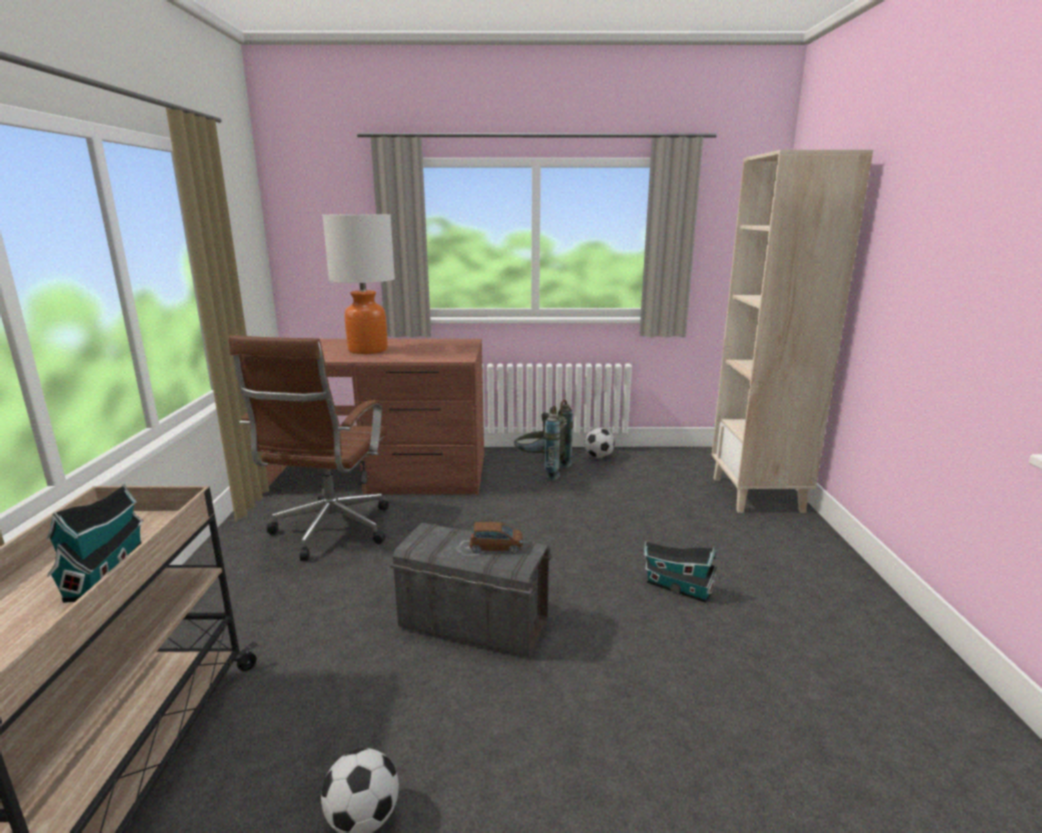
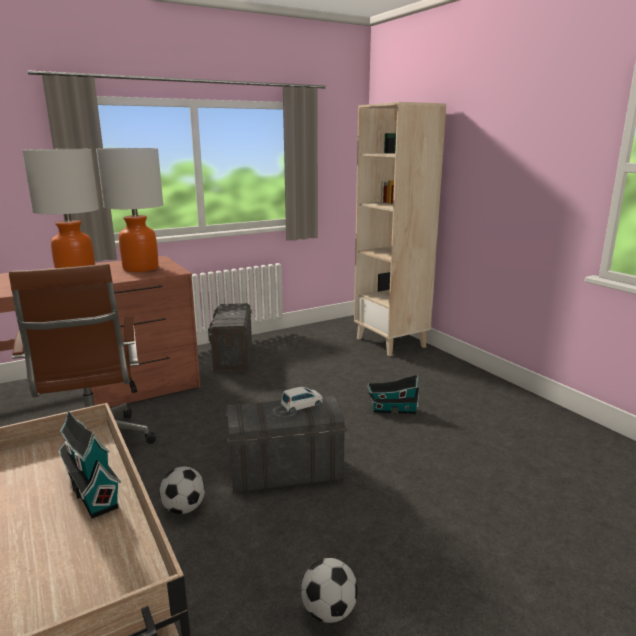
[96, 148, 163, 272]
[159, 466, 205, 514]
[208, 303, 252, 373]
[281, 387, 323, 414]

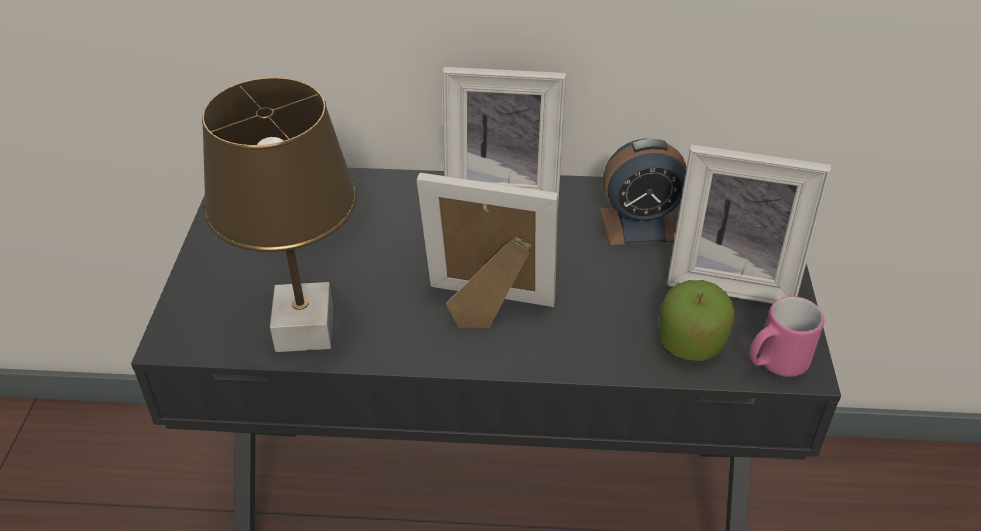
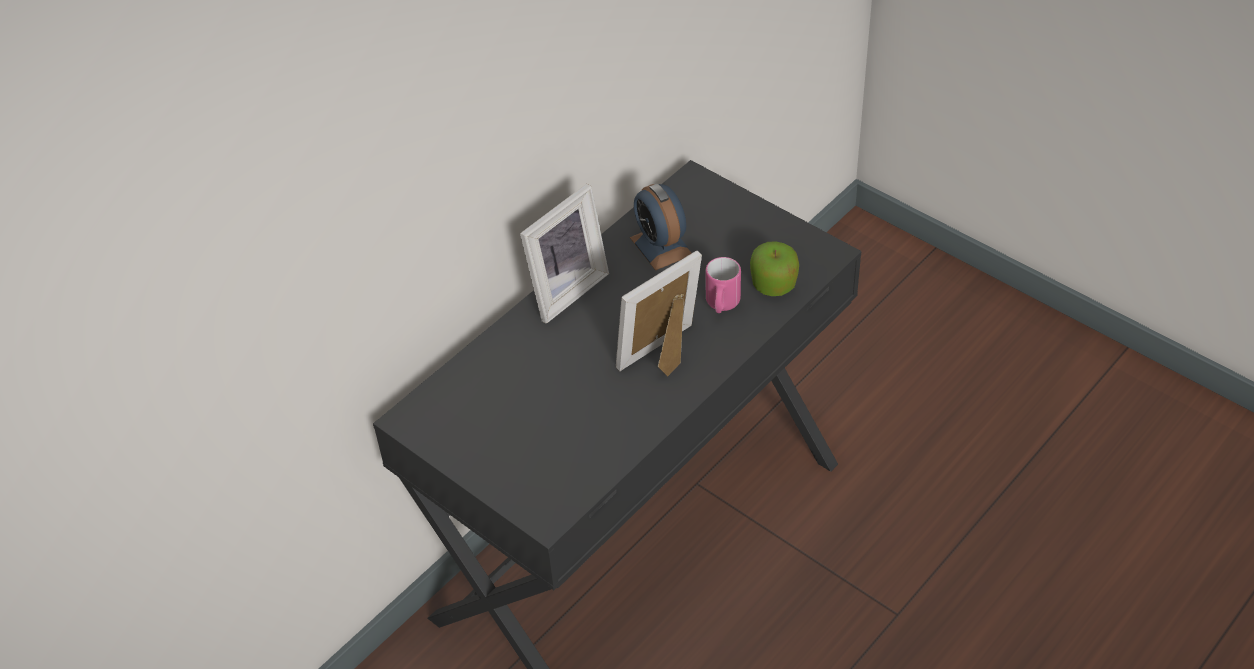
[630, 184, 691, 271]
[705, 257, 741, 313]
[202, 78, 357, 352] (first image)
[667, 144, 831, 304] (first image)

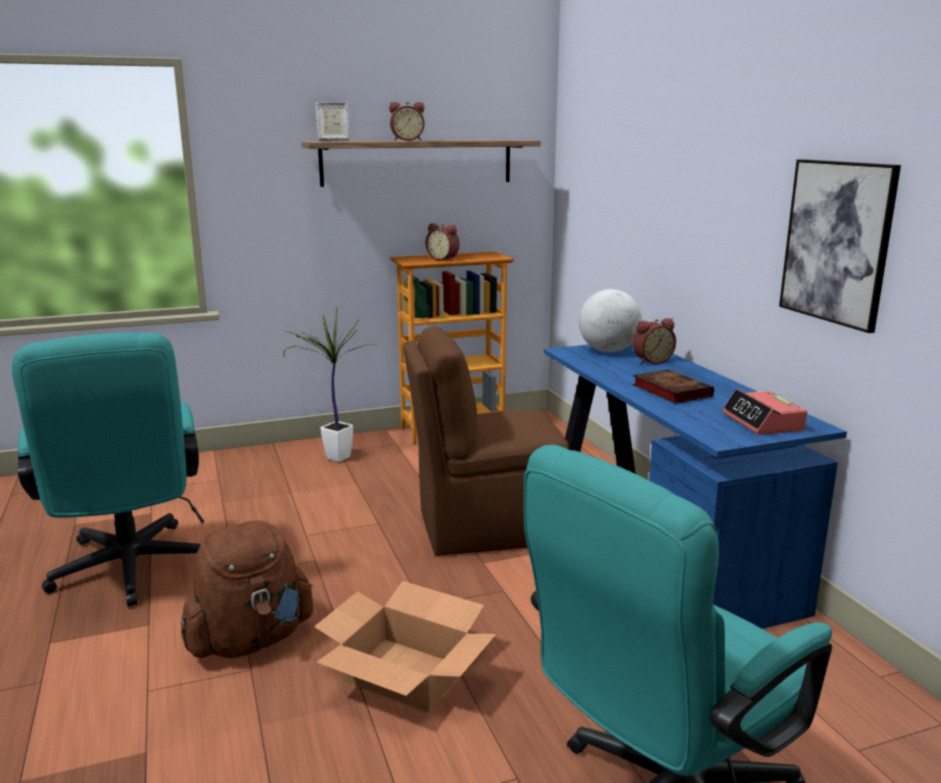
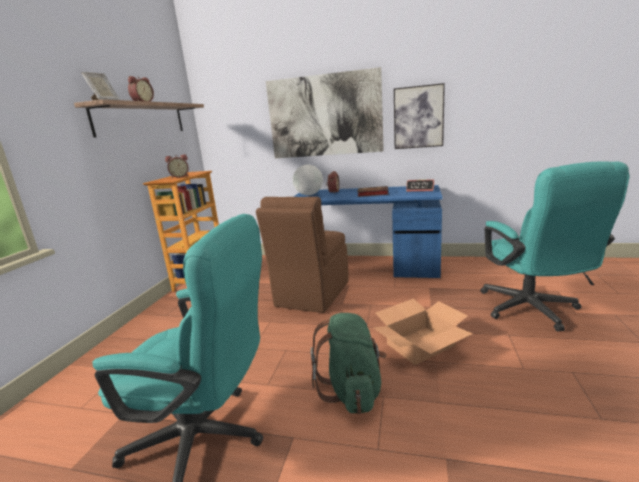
[266, 67, 384, 158]
[311, 313, 386, 414]
[283, 307, 377, 462] (first image)

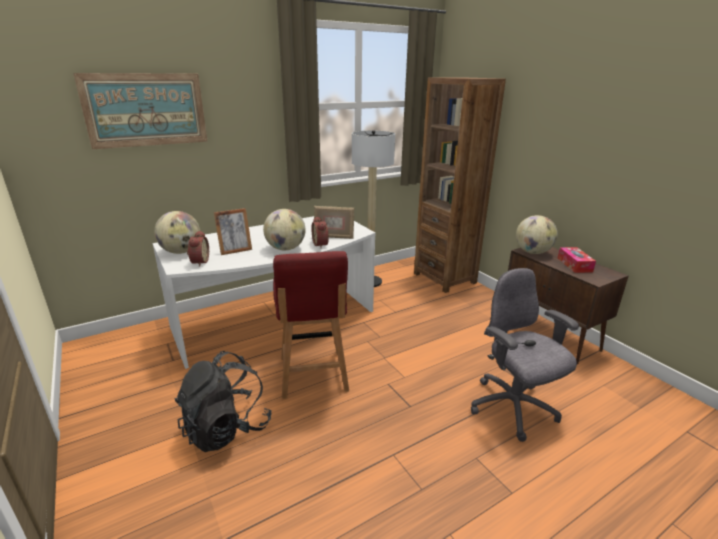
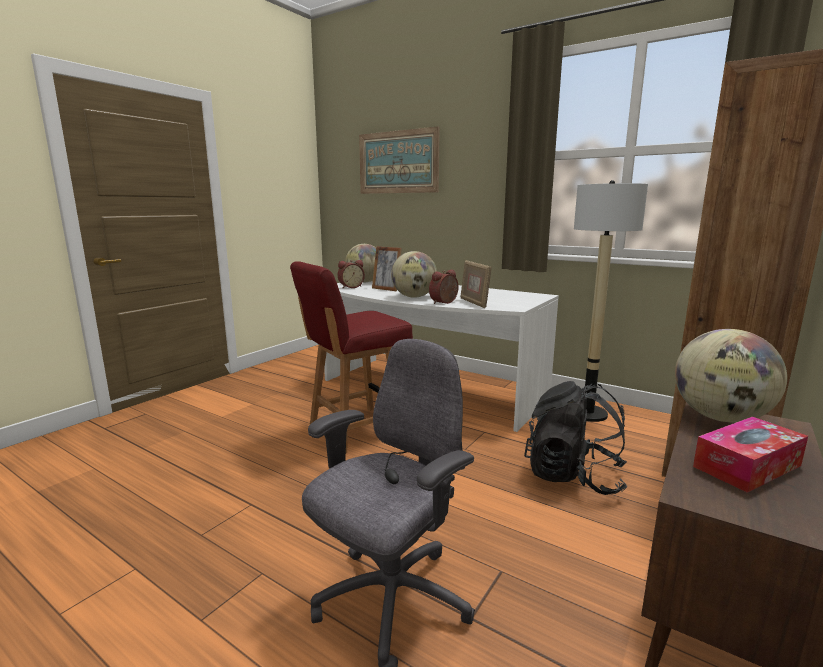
[524, 381, 627, 495]

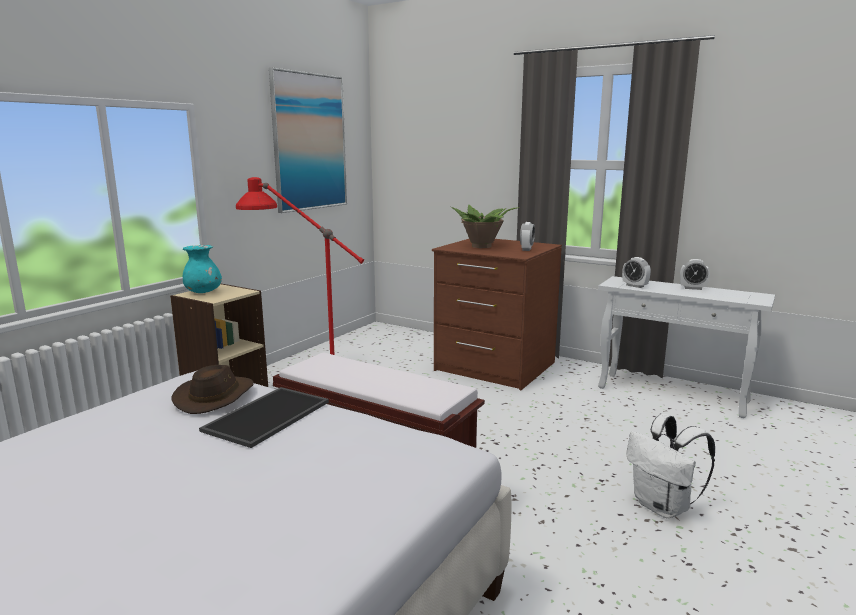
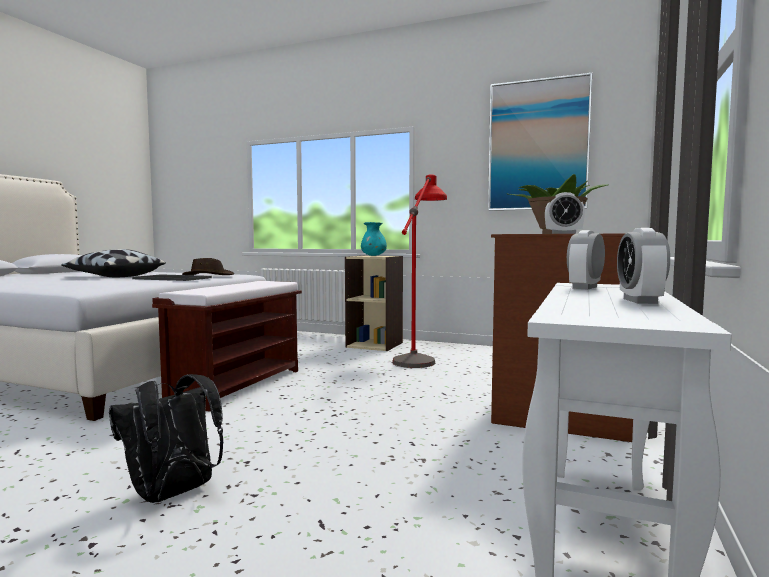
[61, 249, 166, 277]
[109, 374, 223, 503]

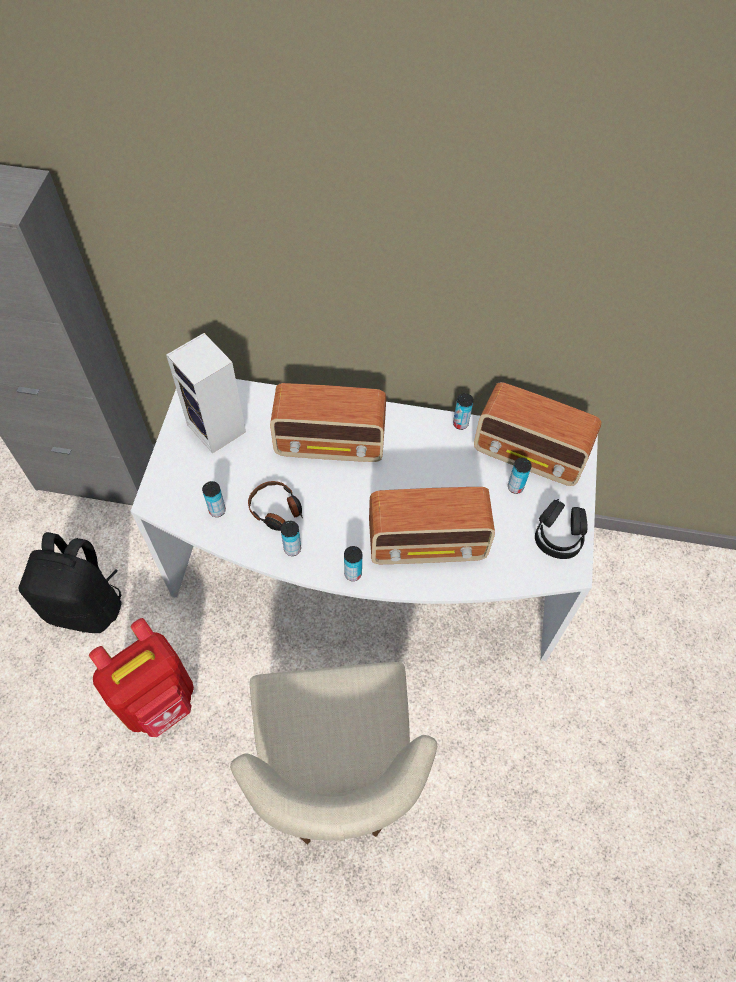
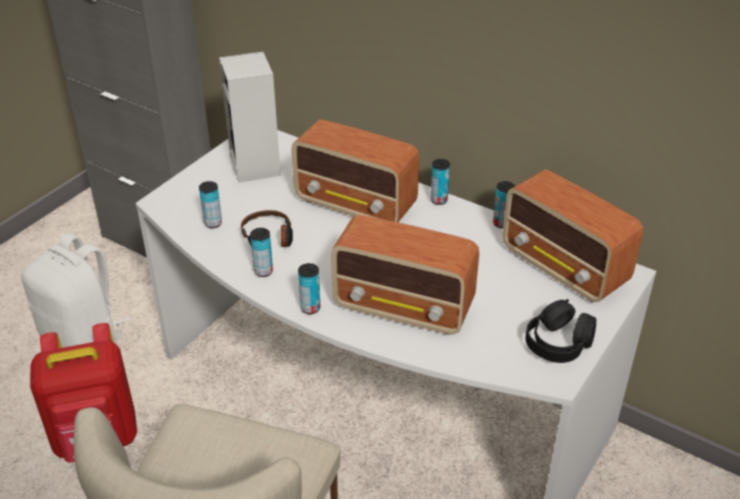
[21, 233, 131, 348]
[430, 159, 450, 205]

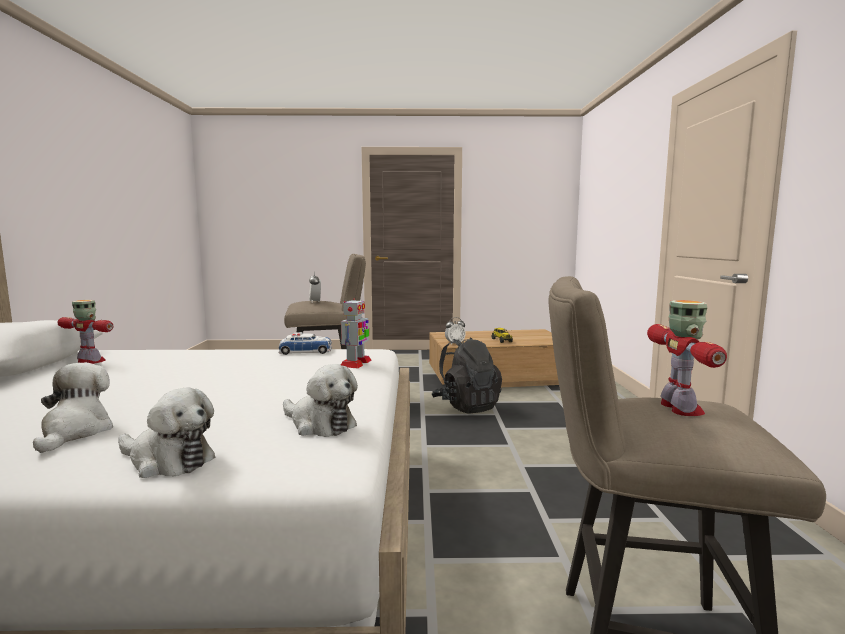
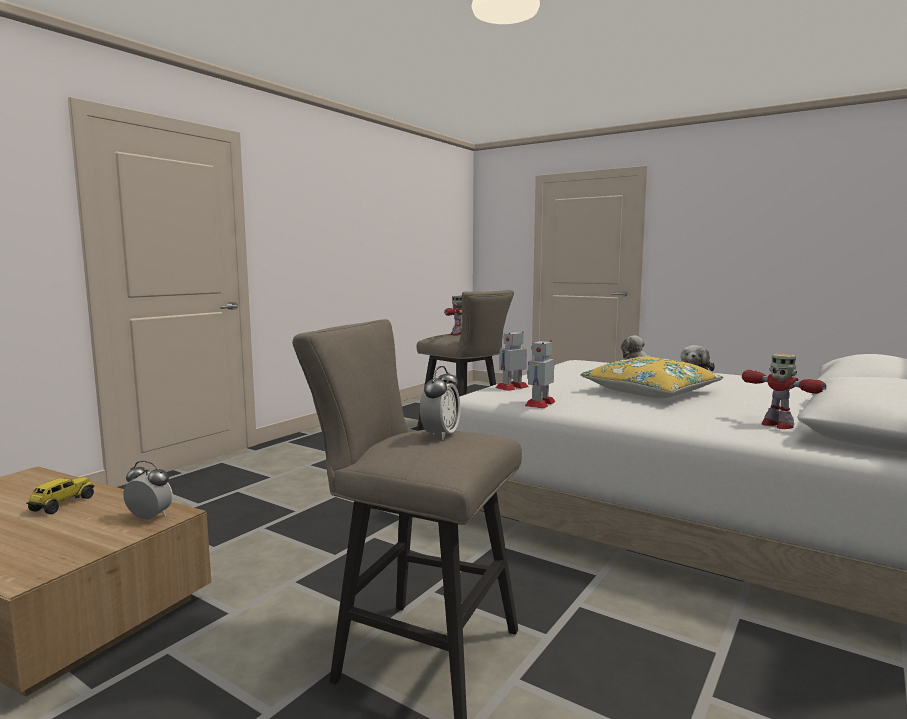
[525, 340, 556, 408]
[580, 357, 723, 398]
[283, 364, 358, 437] (first image)
[432, 338, 502, 414] (first image)

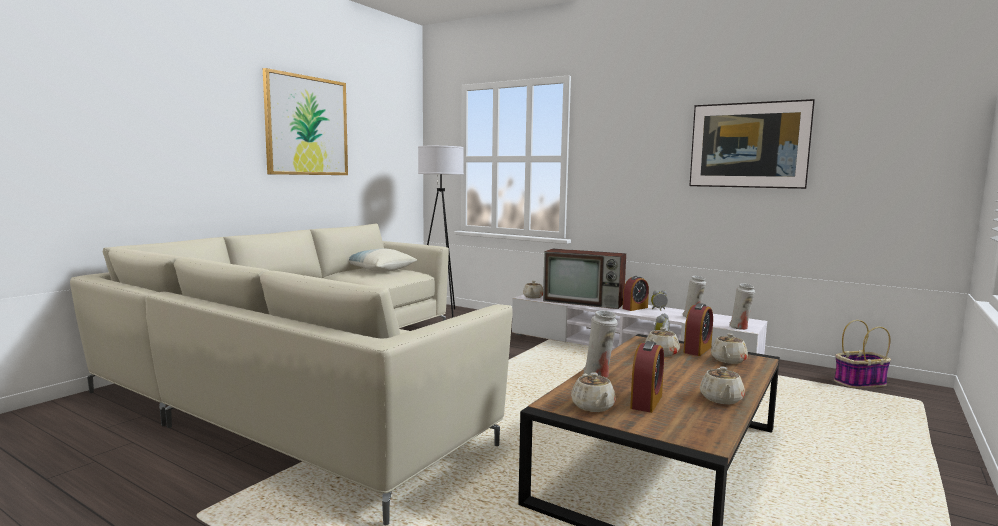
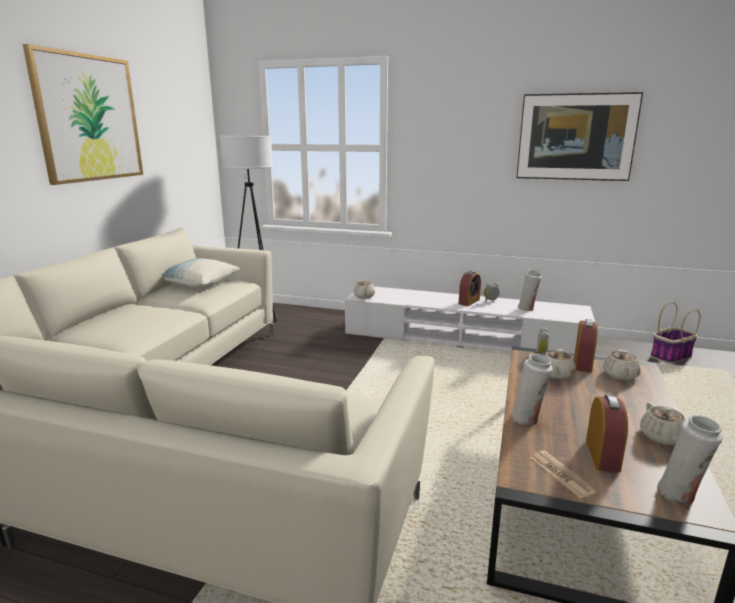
[530, 451, 597, 499]
[658, 415, 722, 504]
[543, 249, 626, 309] (first image)

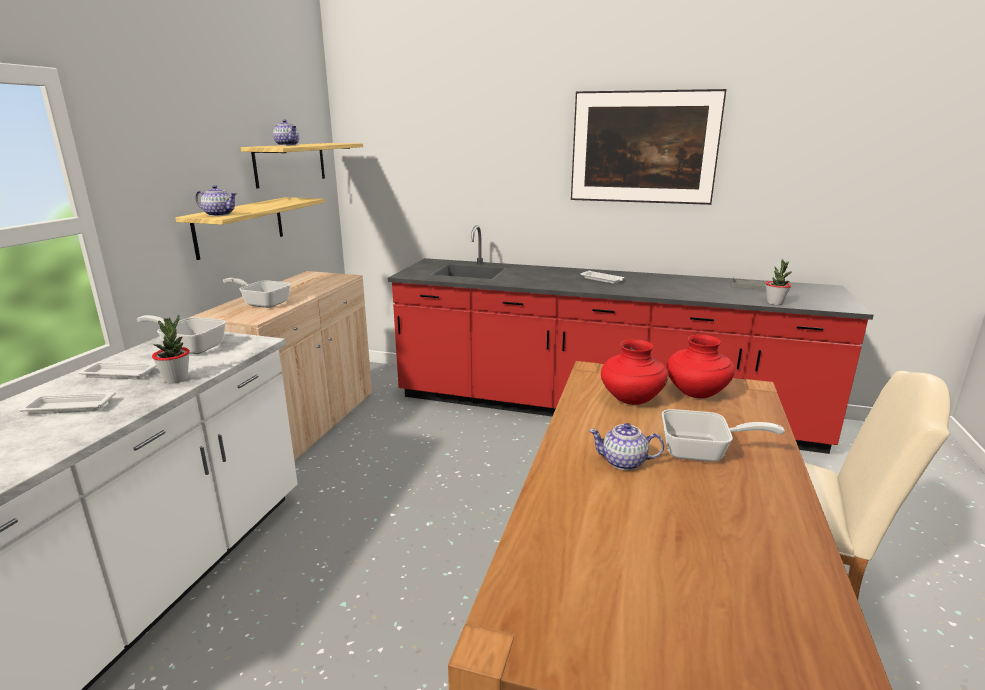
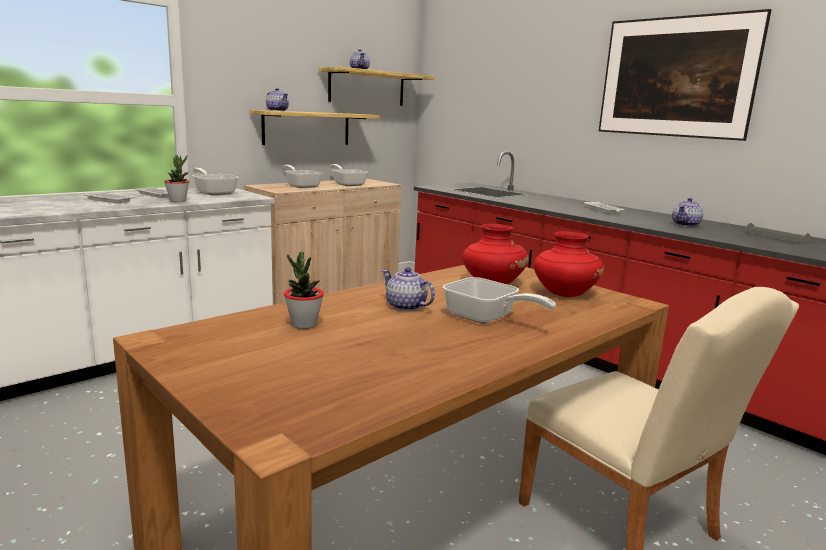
[284, 252, 324, 329]
[330, 164, 368, 186]
[672, 198, 703, 227]

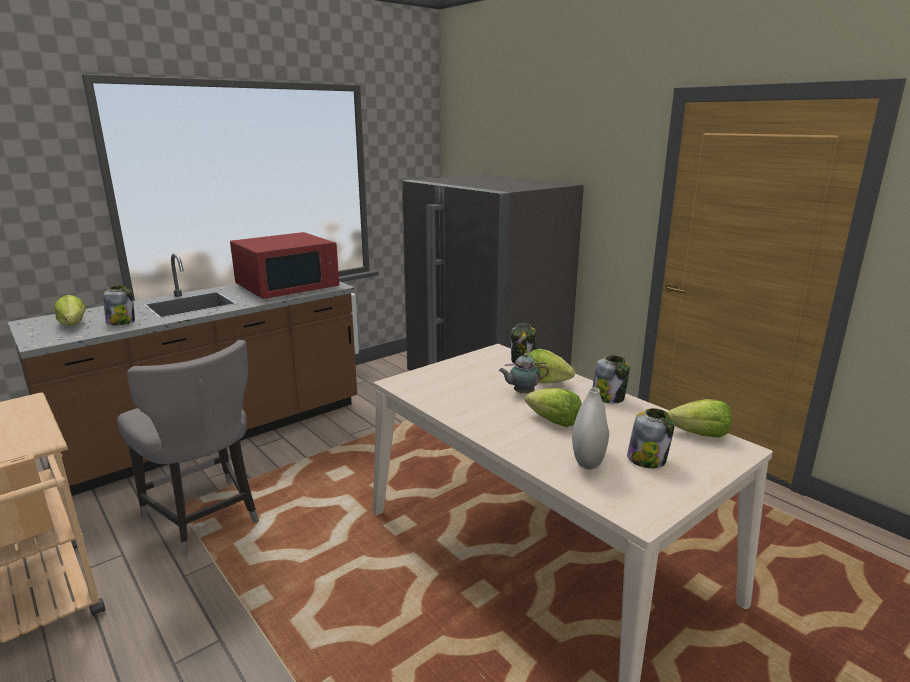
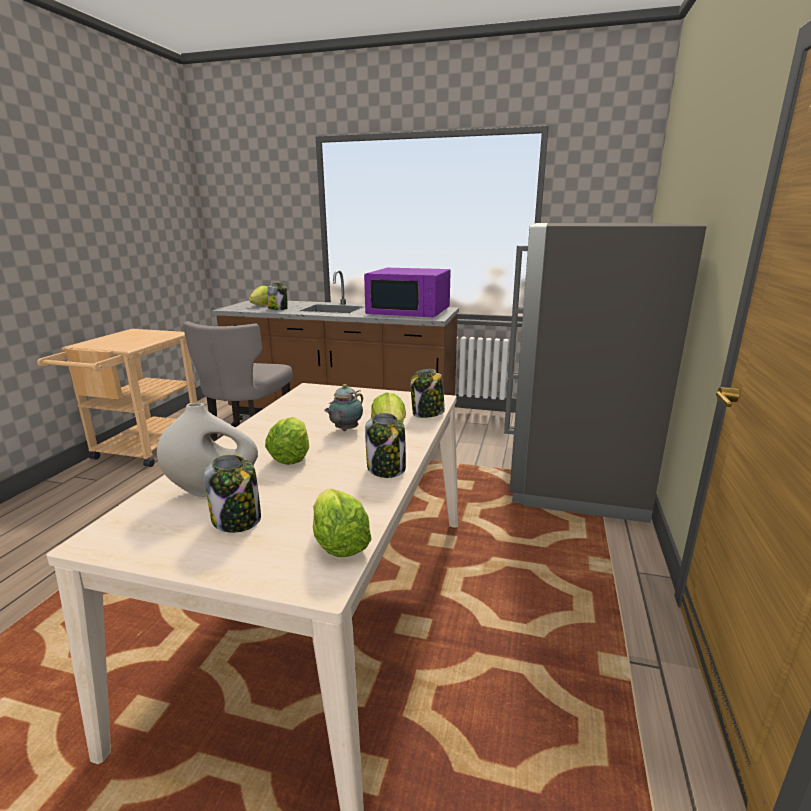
[324, 384, 363, 431]
[364, 268, 451, 317]

